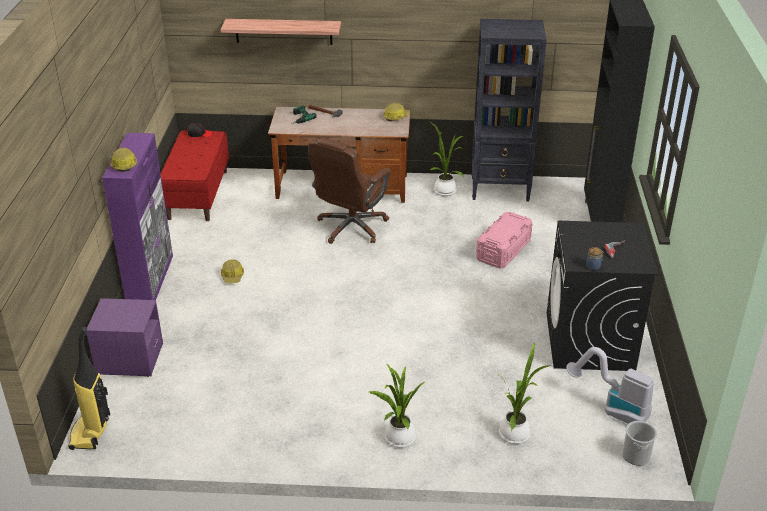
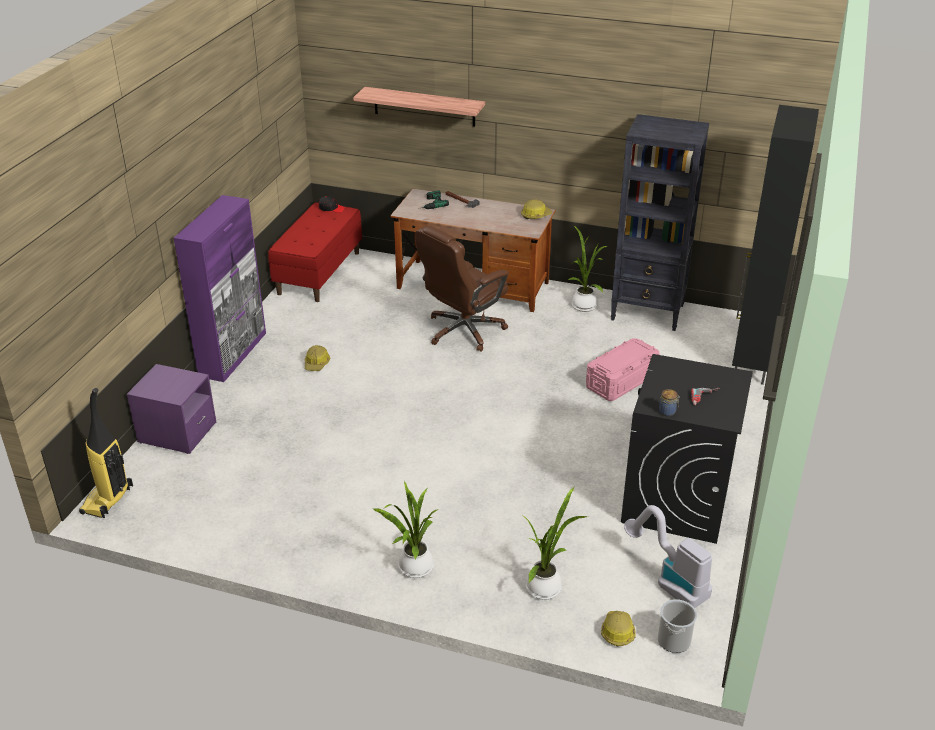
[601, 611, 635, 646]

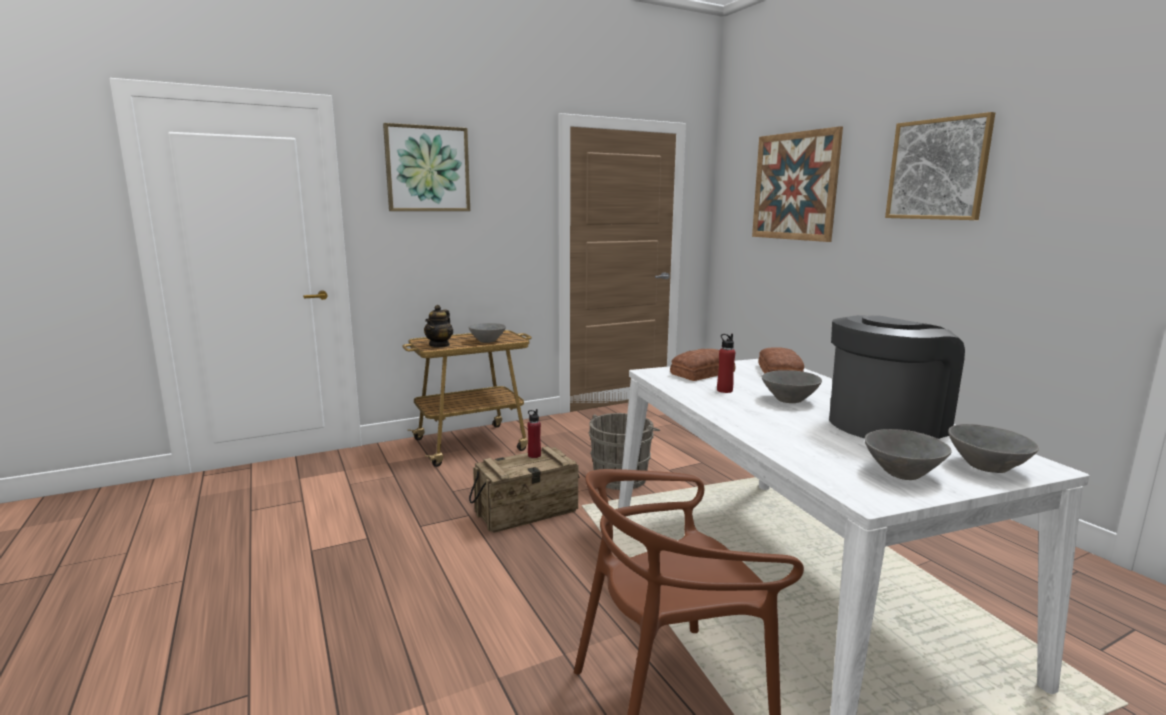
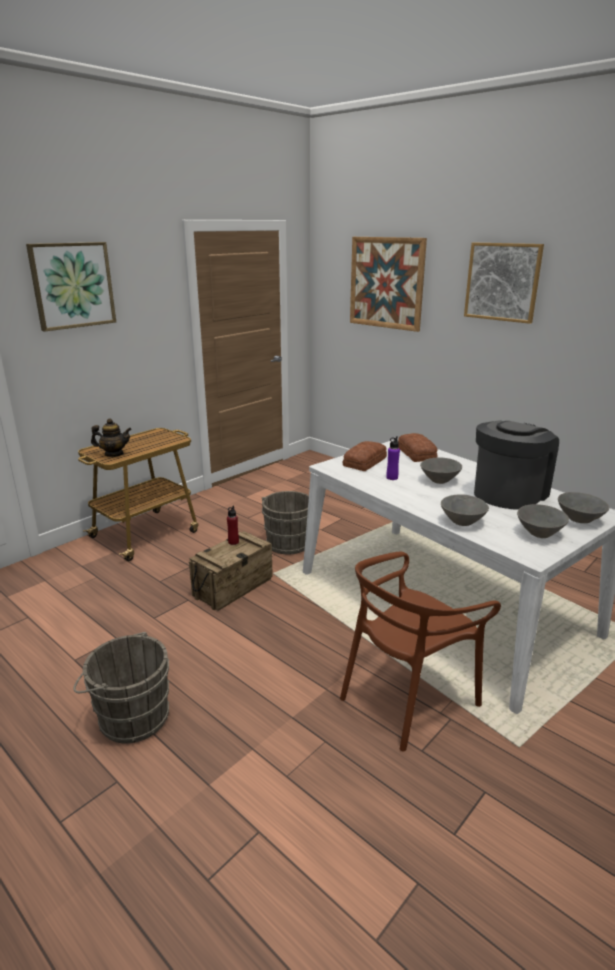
[73, 632, 169, 743]
[91, 418, 132, 457]
[386, 436, 400, 480]
[441, 494, 489, 526]

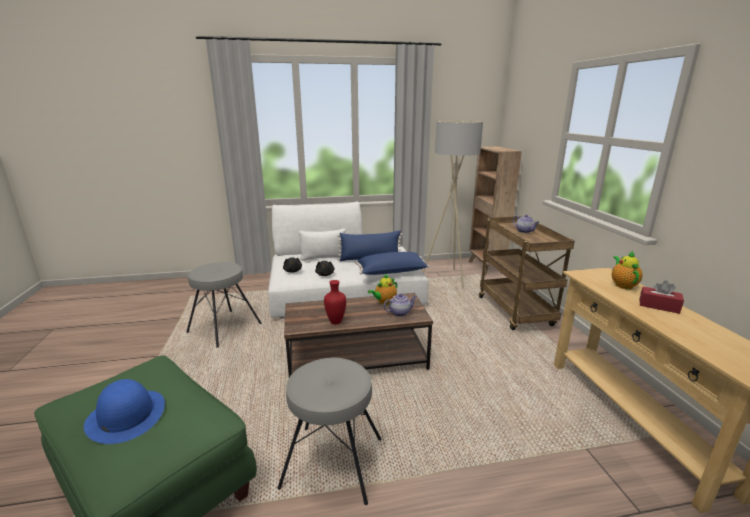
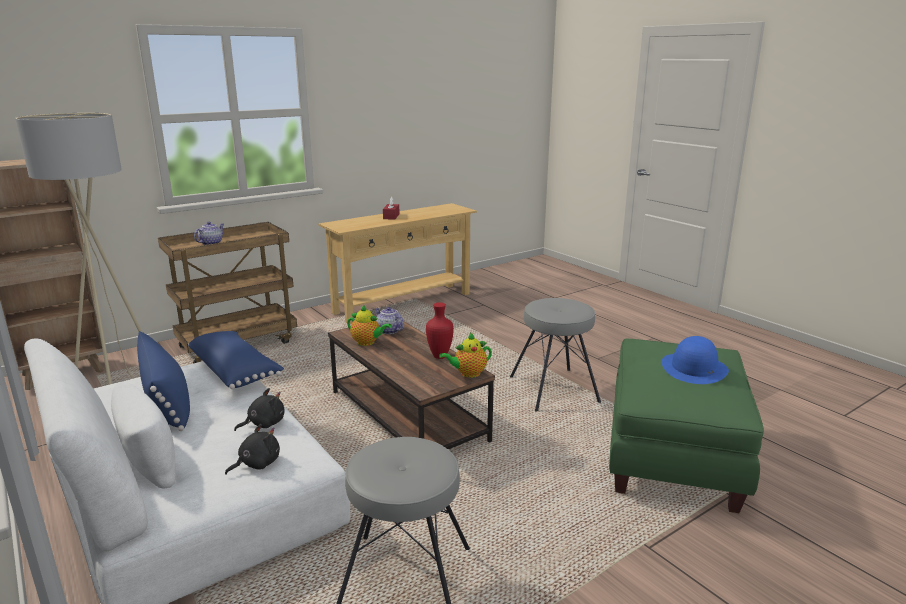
[439, 333, 492, 378]

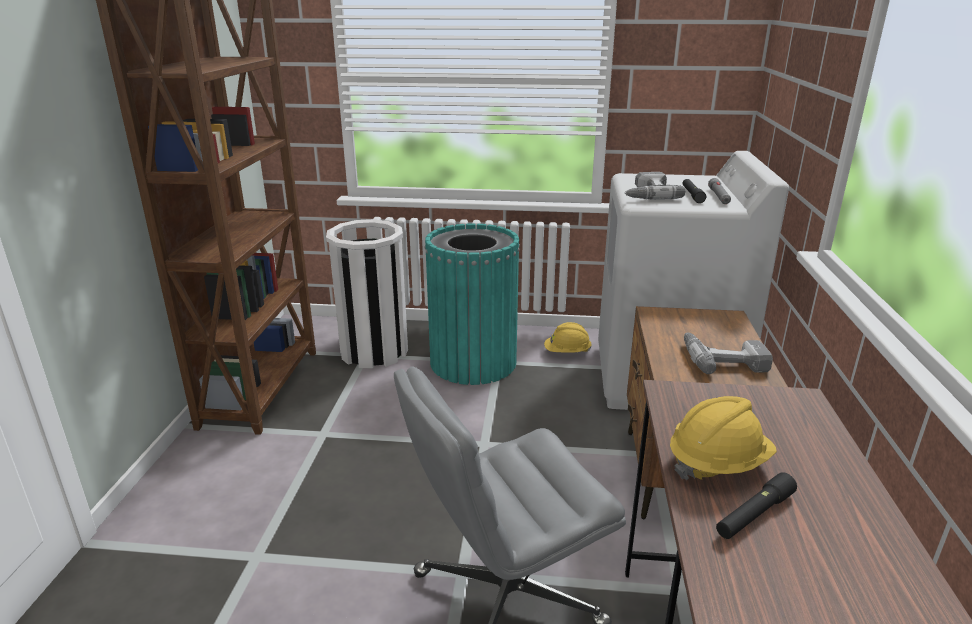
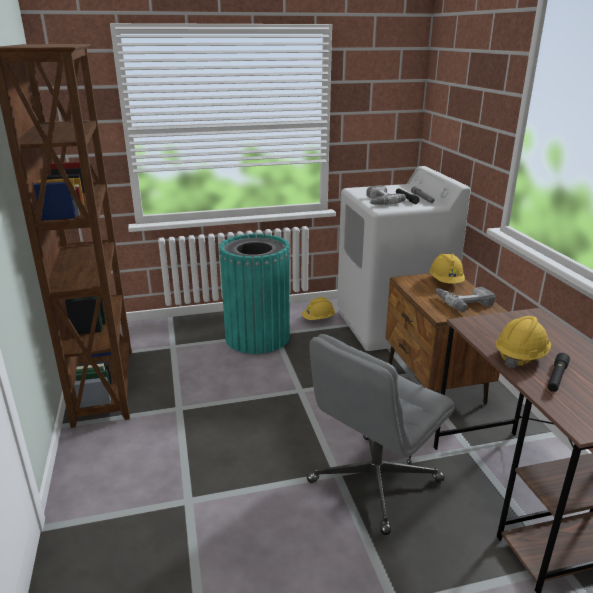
[429, 254, 465, 284]
[326, 219, 408, 369] (first image)

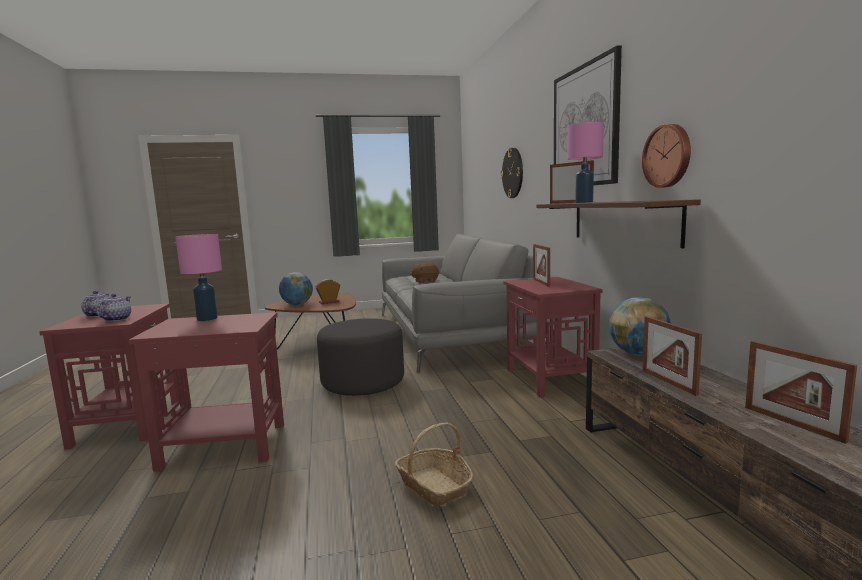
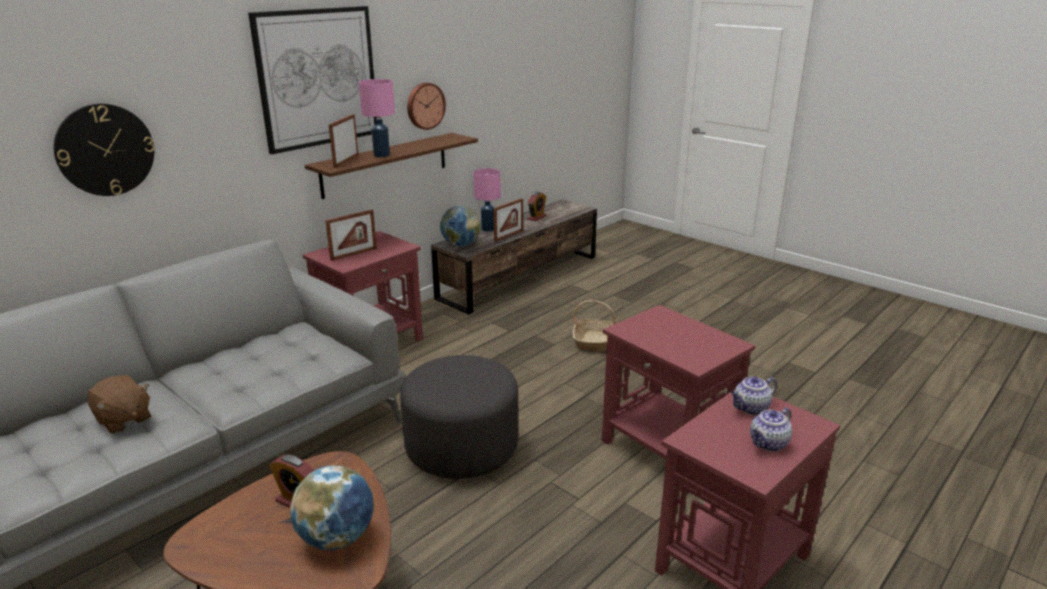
[473, 168, 501, 231]
[527, 192, 547, 221]

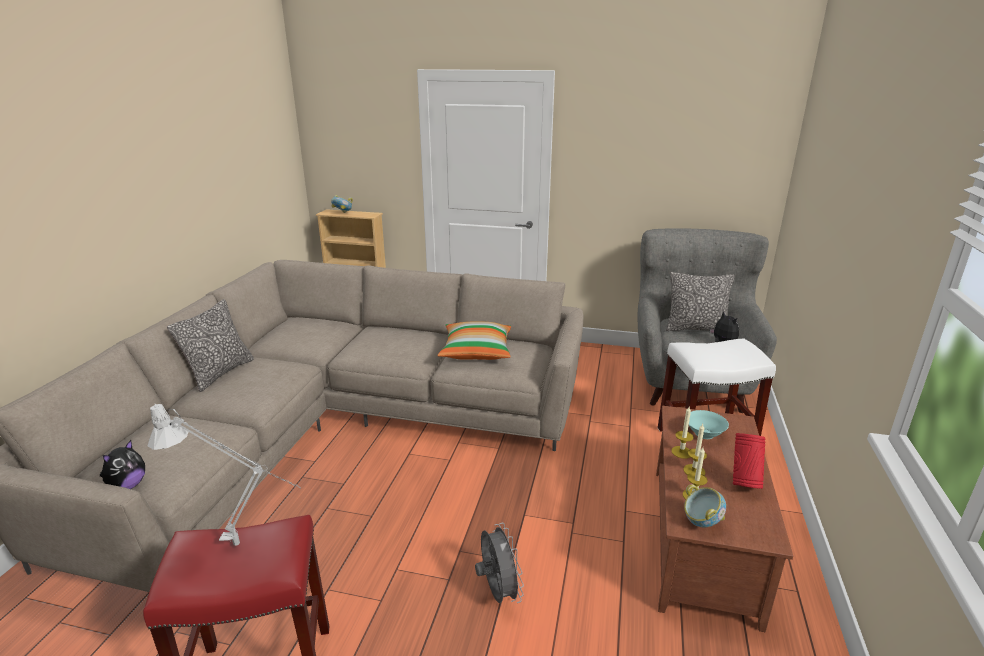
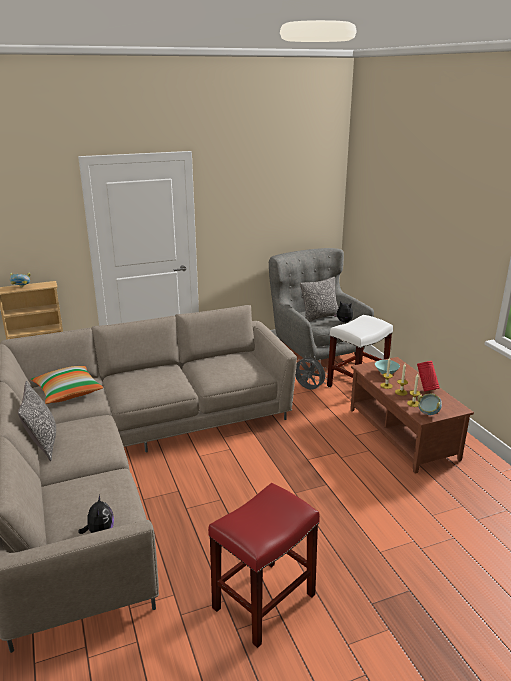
[31, 366, 103, 404]
[295, 355, 328, 390]
[148, 404, 301, 546] (first image)

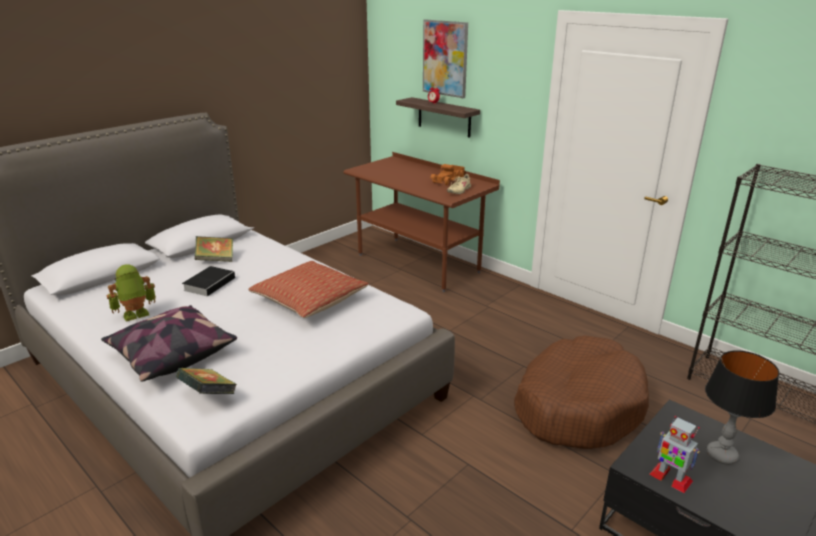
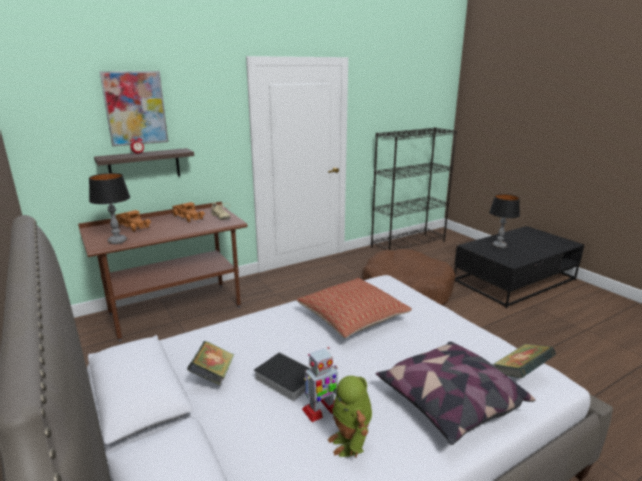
[89, 173, 130, 244]
[115, 210, 151, 232]
[302, 347, 338, 422]

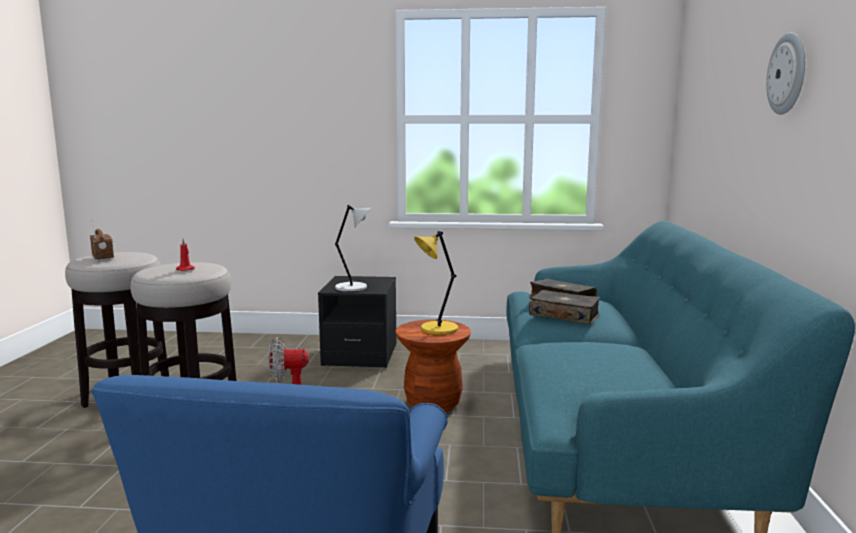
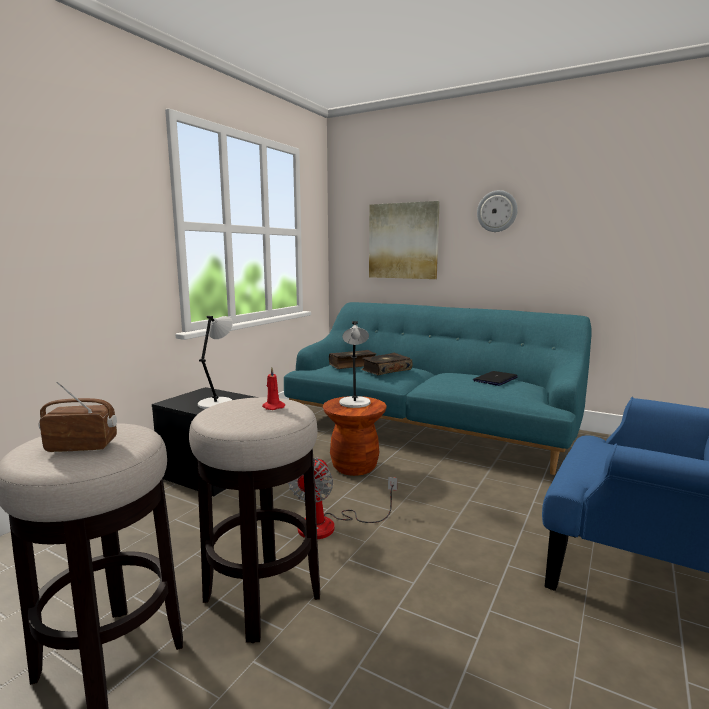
[339, 321, 370, 408]
[369, 201, 440, 279]
[473, 371, 518, 386]

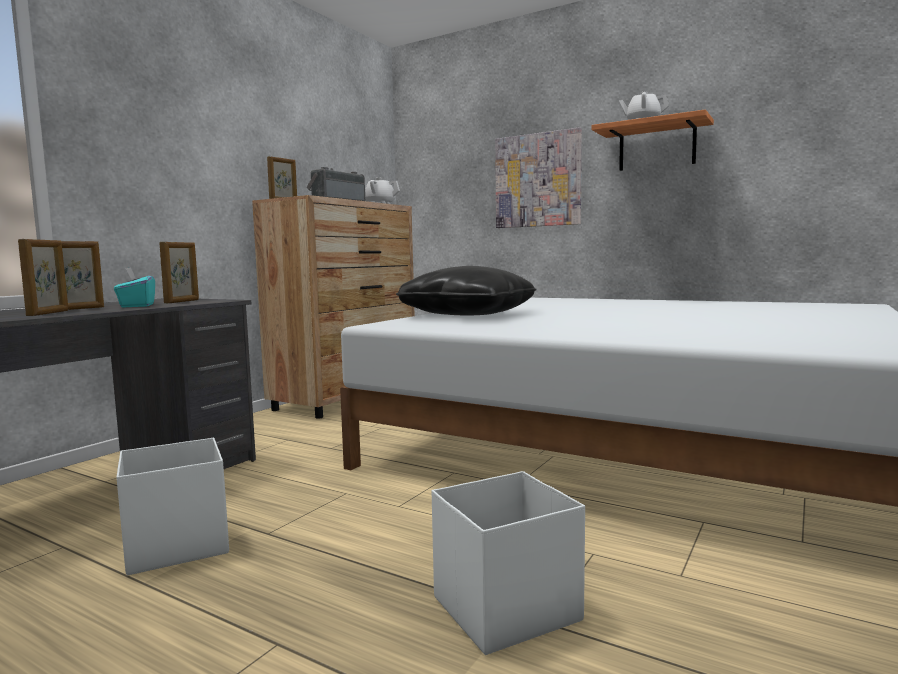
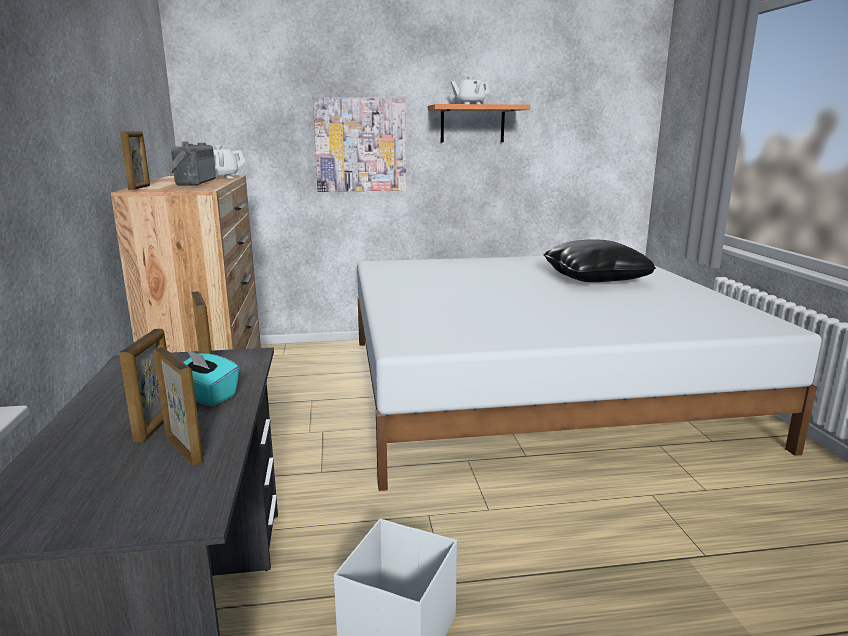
[544, 239, 656, 282]
[432, 471, 585, 655] (first image)

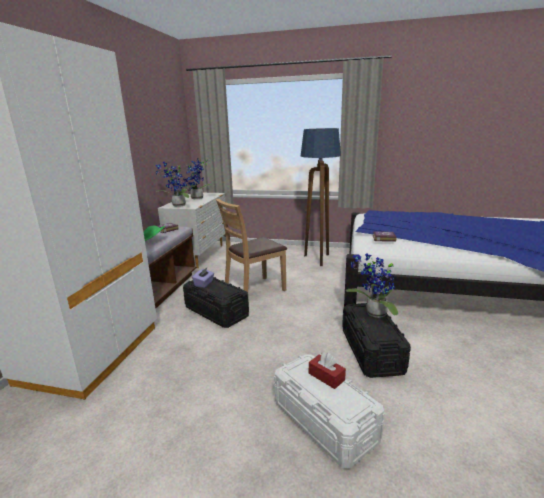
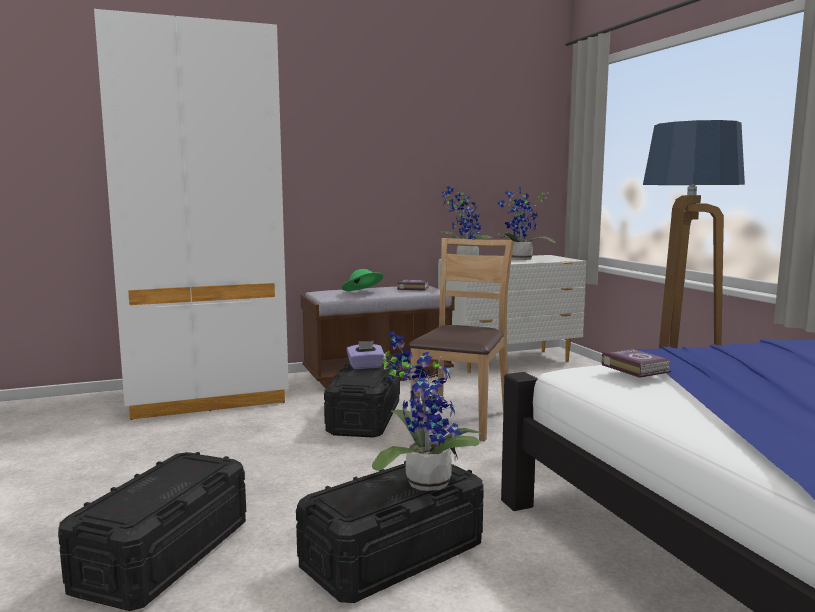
[58, 452, 246, 611]
[409, 238, 514, 442]
[309, 352, 346, 389] (first image)

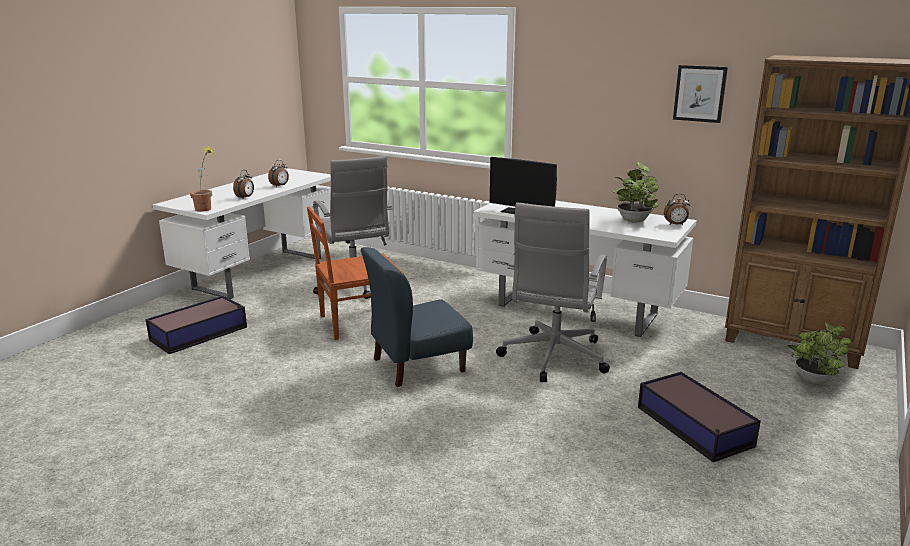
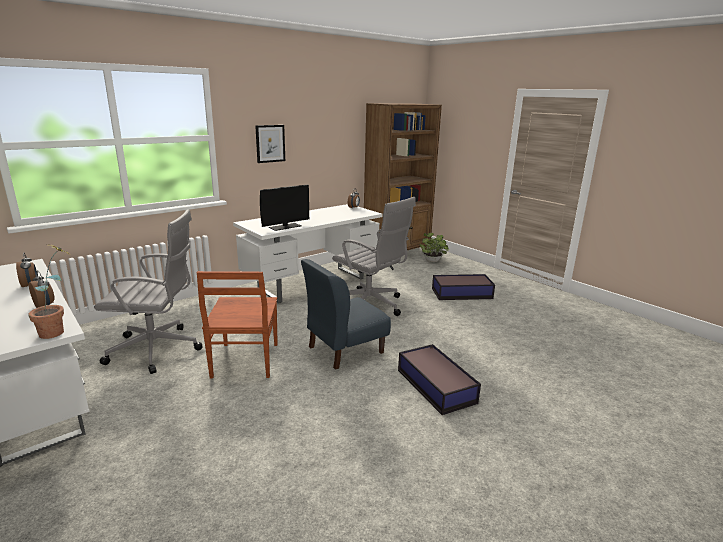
[255, 125, 285, 163]
[301, 259, 391, 370]
[398, 344, 481, 415]
[612, 162, 659, 222] (first image)

